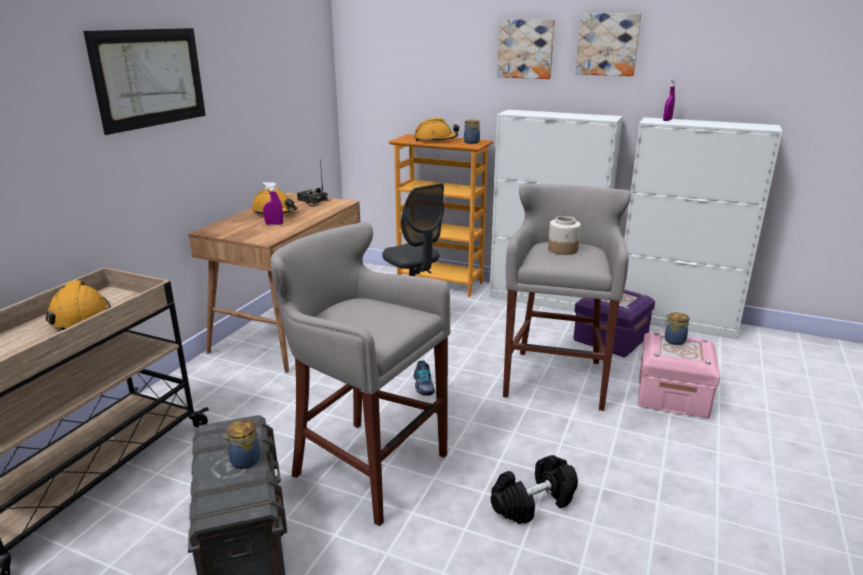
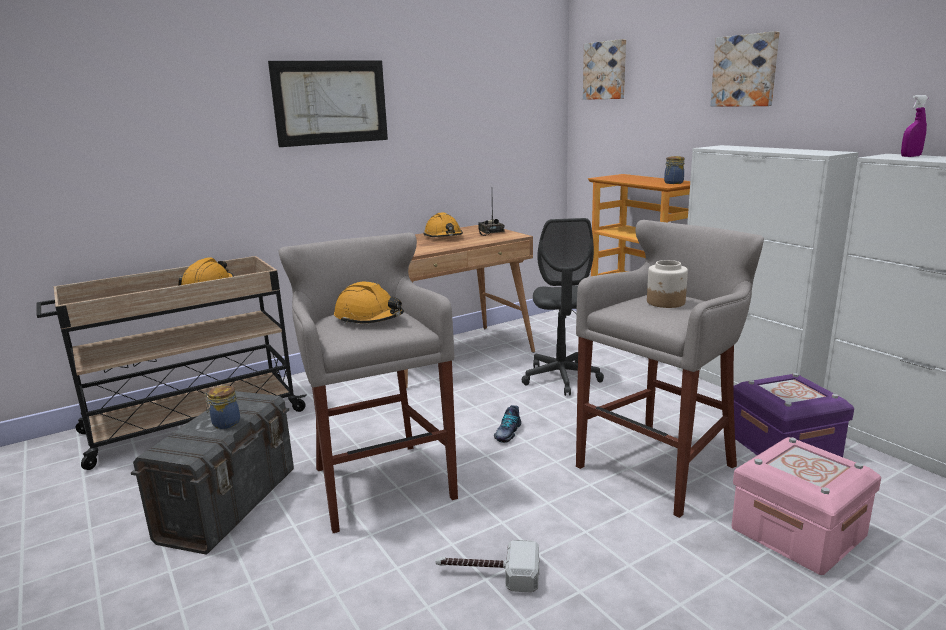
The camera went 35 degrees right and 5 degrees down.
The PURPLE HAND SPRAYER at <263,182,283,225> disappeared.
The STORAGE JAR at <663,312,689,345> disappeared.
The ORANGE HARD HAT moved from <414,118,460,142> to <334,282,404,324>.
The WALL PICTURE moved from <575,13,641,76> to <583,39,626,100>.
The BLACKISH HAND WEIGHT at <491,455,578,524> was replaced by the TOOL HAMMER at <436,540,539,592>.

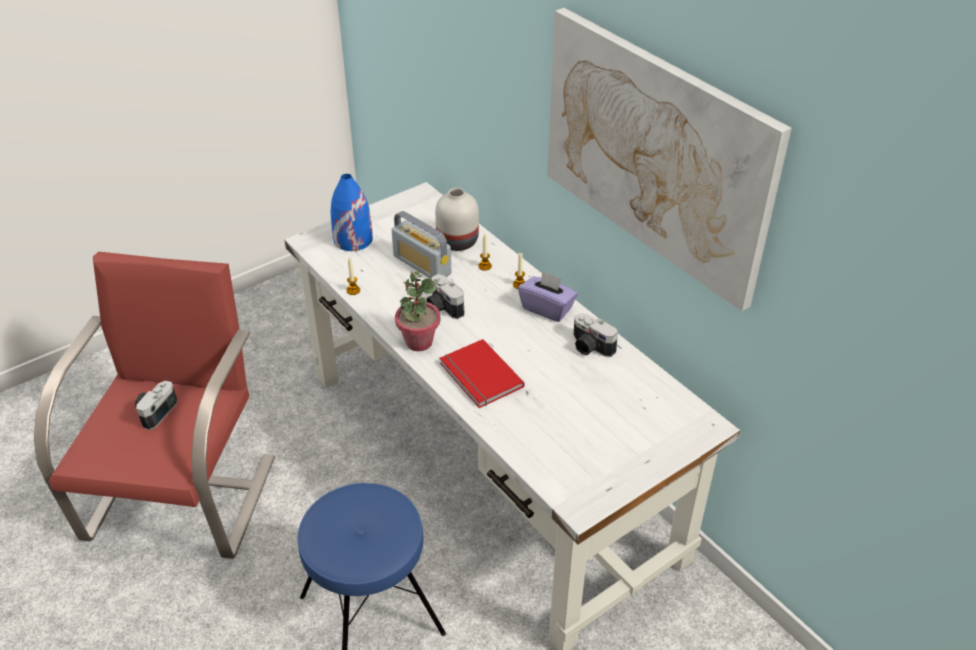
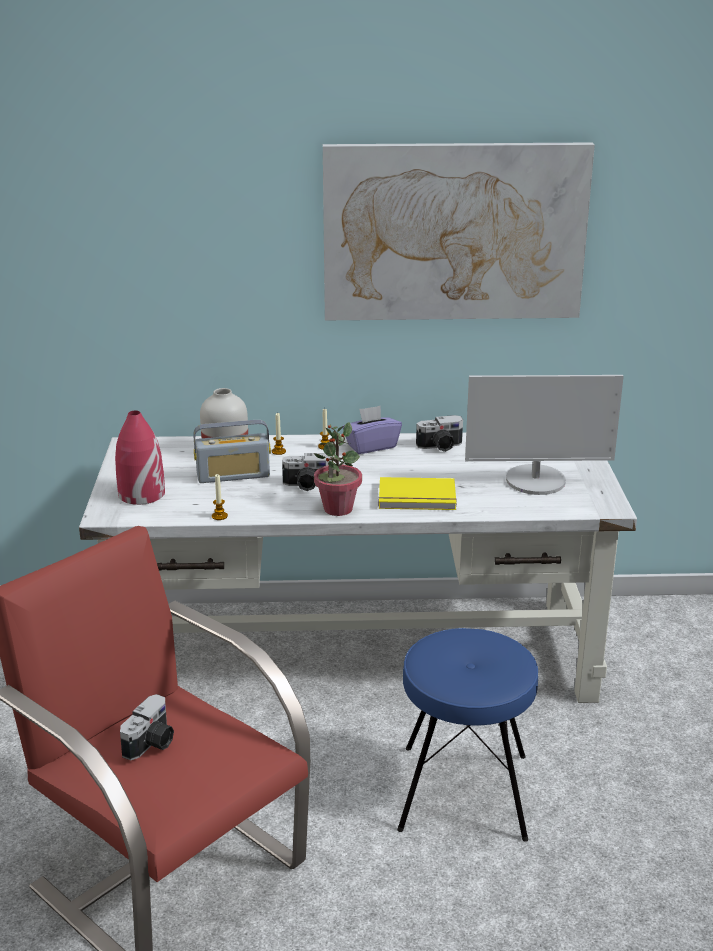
The camera went 55 degrees left and 15 degrees down.
The MONITOR at <465,375,624,495> appeared.
The BLUISH FLOWER VASE at <331,174,373,251> became the RED-COLOURED FLOWER VASE at <115,410,165,505>.
The RED-COLOURED BOUND BOOK at <440,339,524,408> became the YELLOW-COLOURED BOUND BOOK at <379,477,457,510>.
The STILL CAMERA at <135,380,177,430> turned 120 degrees counterclockwise.

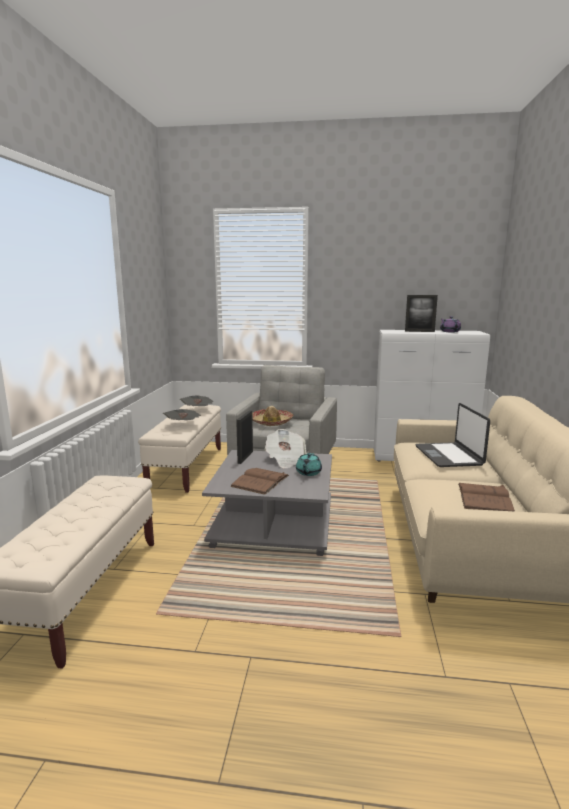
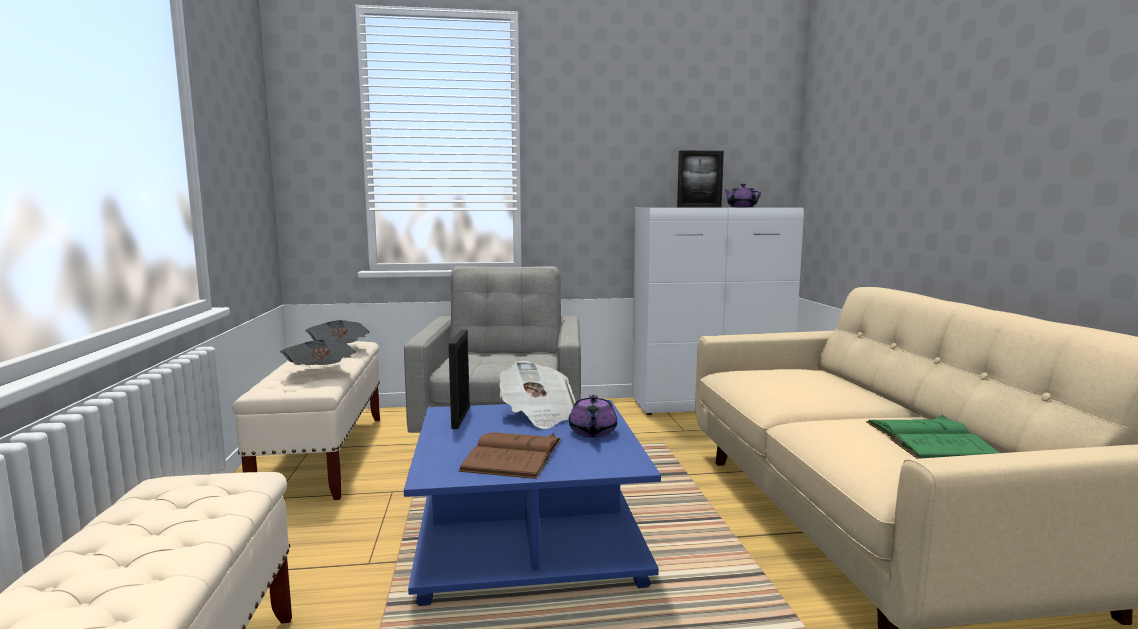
The camera went 15 degrees left and 5 degrees down.
The HAT at <252,406,293,426> disappeared.
The PORTABLE COMPUTER at <415,403,490,467> disappeared.
The GRAY LOW TABLE at <202,450,332,556> became the BLUISH LOW TABLE at <404,400,661,606>.
The TURQUOISE POT FOR TEA at <296,453,322,476> became the PURPLE POT FOR TEA at <569,395,617,437>.
The BROWN BOUND BOOK at <458,483,515,511> became the GREEN-COLOURED BOUND BOOK at <866,415,999,459>.

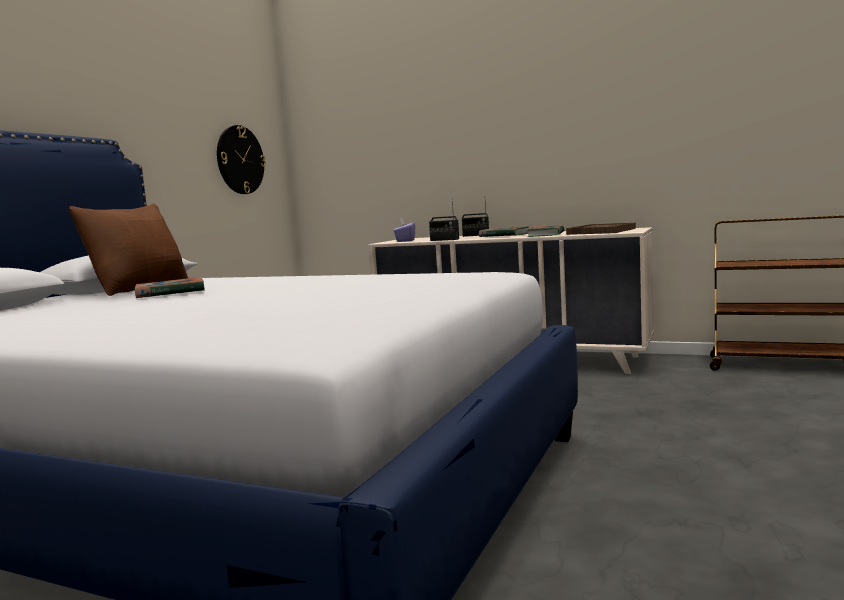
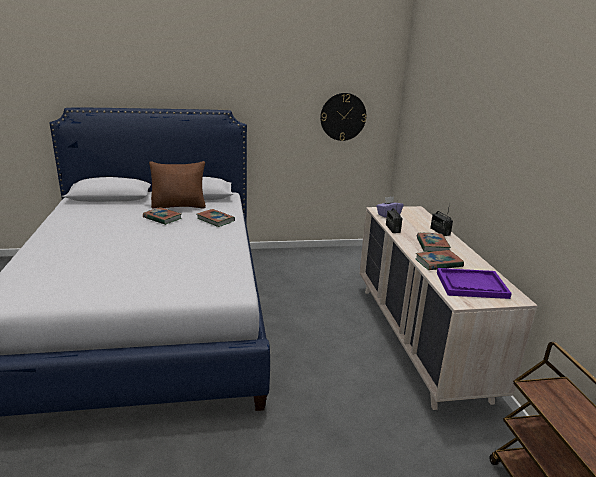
The camera went 55 degrees right and 15 degrees up.
The BOUND BOOK at <197,209,235,227> appeared.
The BROWN CARRYING TRAY at <566,223,636,235> became the PURPLE CARRYING TRAY at <437,268,512,299>.

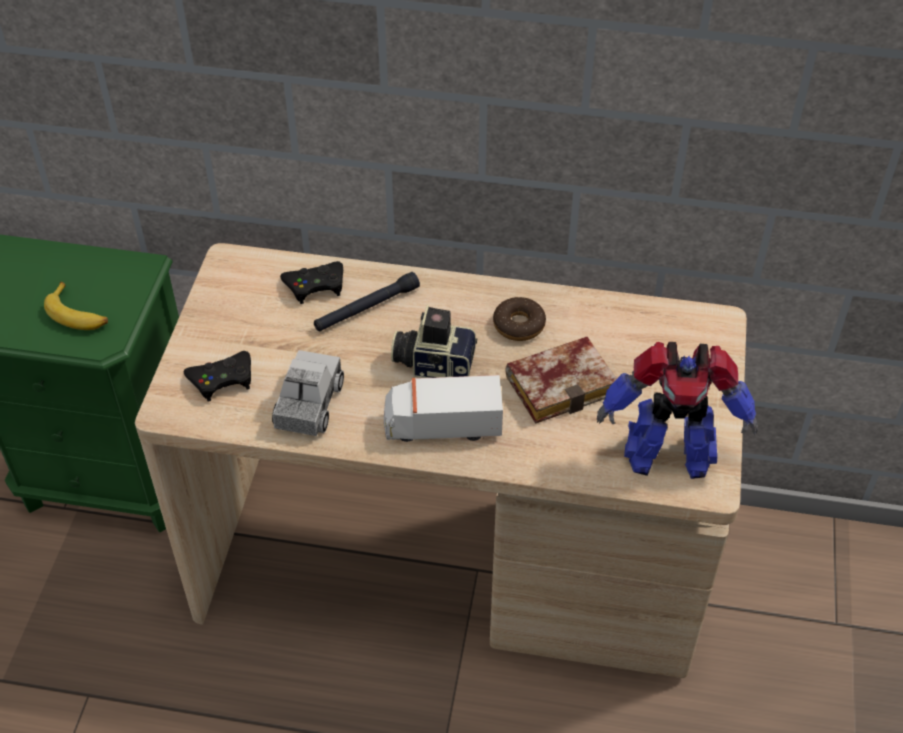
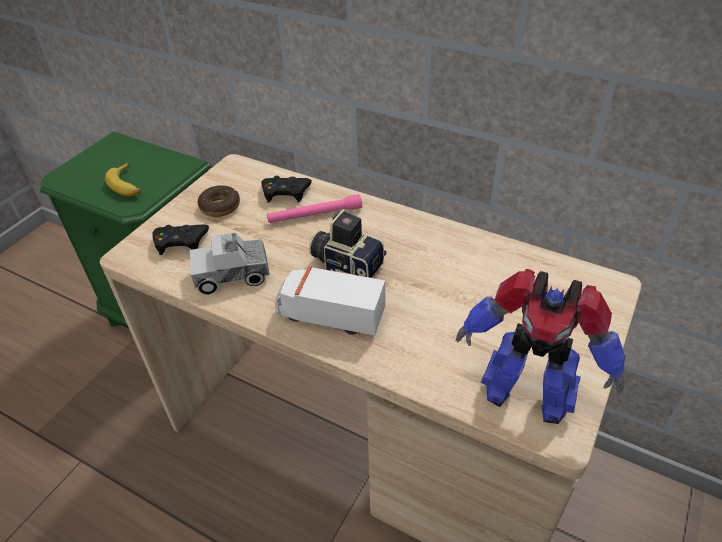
The camera went 20 degrees right and 5 degrees down.
The BOUND BOOK at <505,337,617,424> disappeared.
The DOUGHNUT moved from <493,297,546,341> to <198,185,240,217>.
The BLACKISH TORCH at <314,272,420,331> became the PINKISH TORCH at <267,194,362,223>.
The TOY TRUCK at <272,350,344,436> turned 135 degrees counterclockwise.

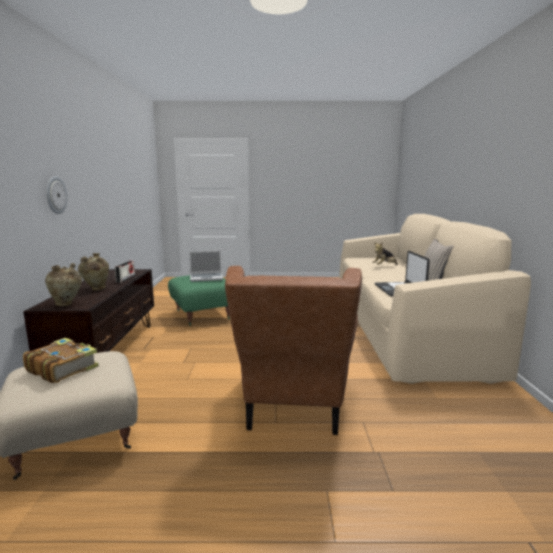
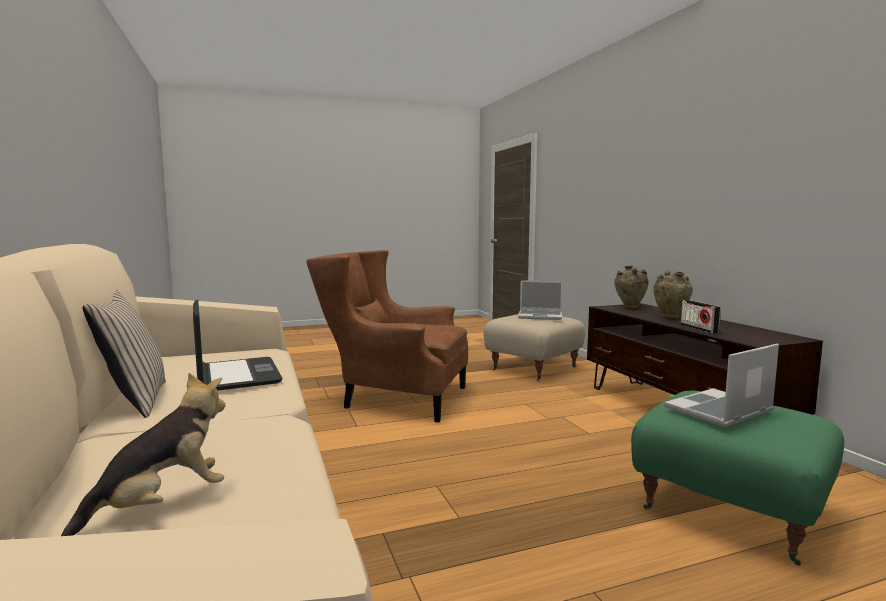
The camera went 160 degrees right and 5 degrees down.
The WALL CLOCK at <46,176,67,214> disappeared.
The BOUND BOOK at <23,338,99,383> was replaced by the PORTABLE COMPUTER at <518,280,563,320>.
The BROWN LOUNGE CHAIR at <225,266,362,435> turned 60 degrees counterclockwise.

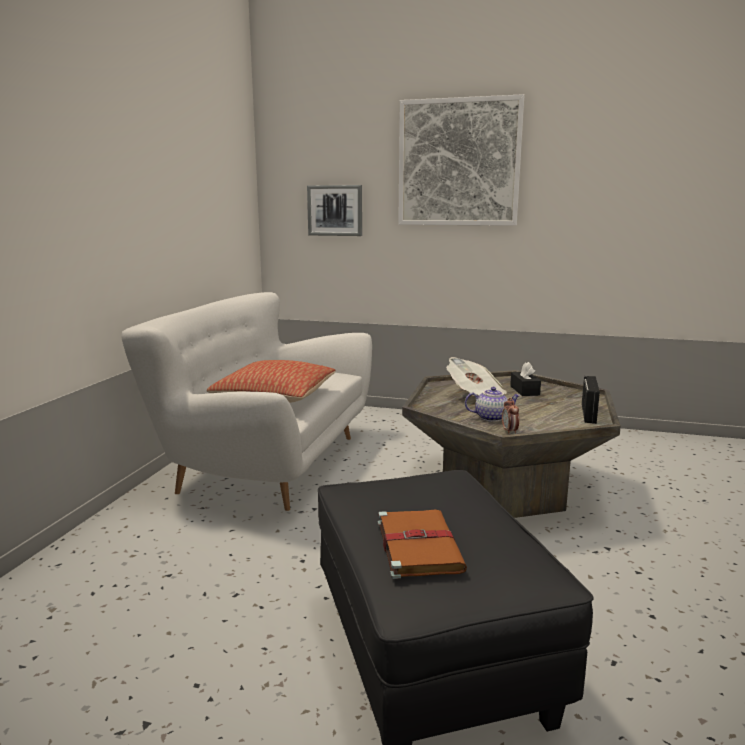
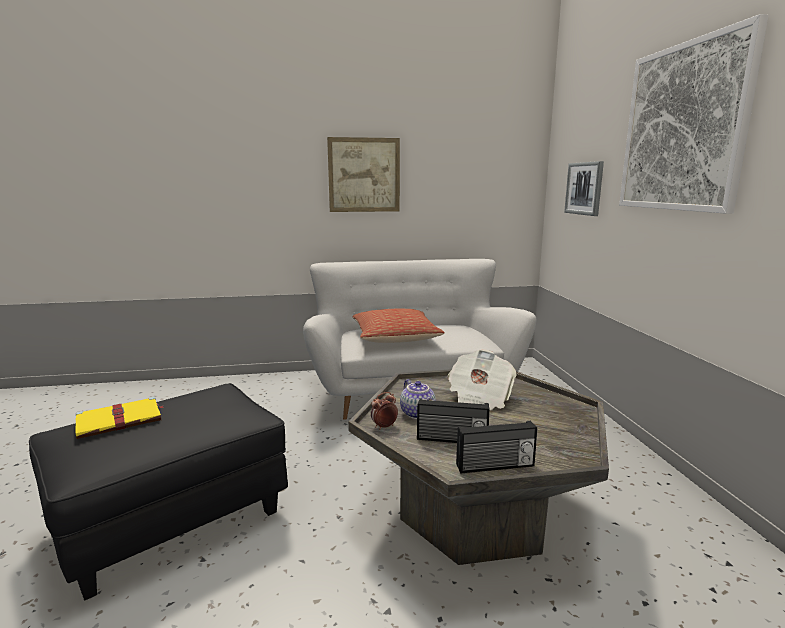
The camera went 65 degrees right and 0 degrees up.
The BLACKISH TISSUE BOX at <510,362,541,396> disappeared.
The WALL PICTURE at <327,137,400,212> appeared.
The RADIO at <417,398,490,443> appeared.
The BROWN BOUND BOOK at <378,509,467,579> became the YELLOW-COLOURED BOUND BOOK at <75,397,164,439>.

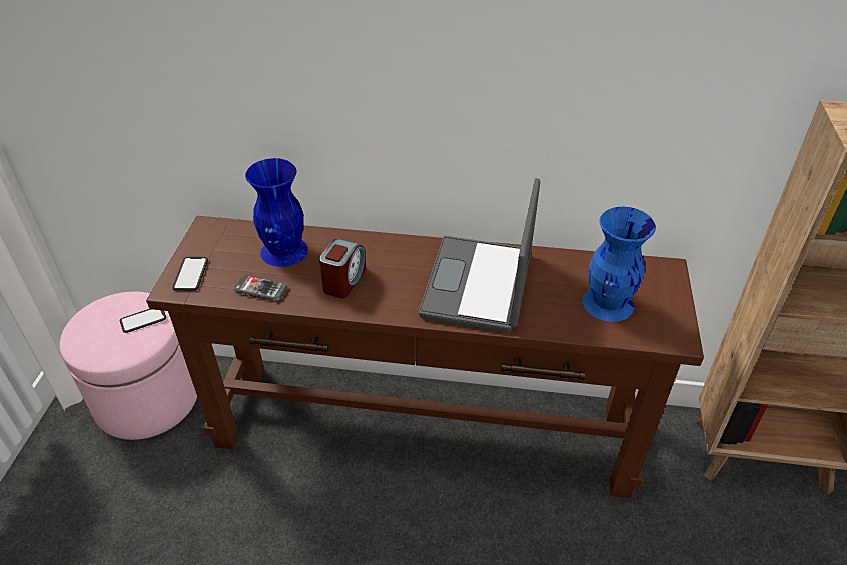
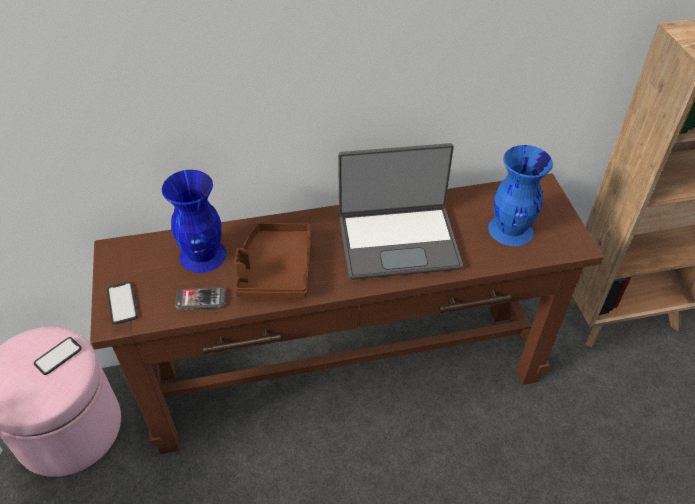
The camera went 20 degrees left and 5 degrees up.
The BEDSIDE CLOCK at <319,239,366,298> was replaced by the BROWN CARRYING TRAY at <234,223,311,298>.
The PORTABLE COMPUTER at <419,178,540,333> turned 90 degrees counterclockwise.

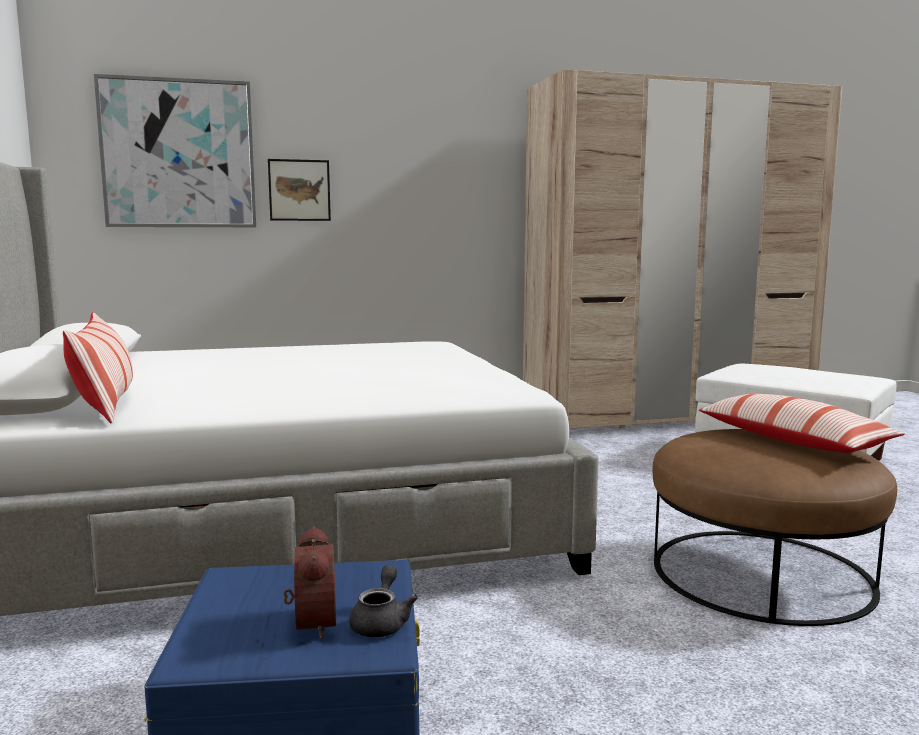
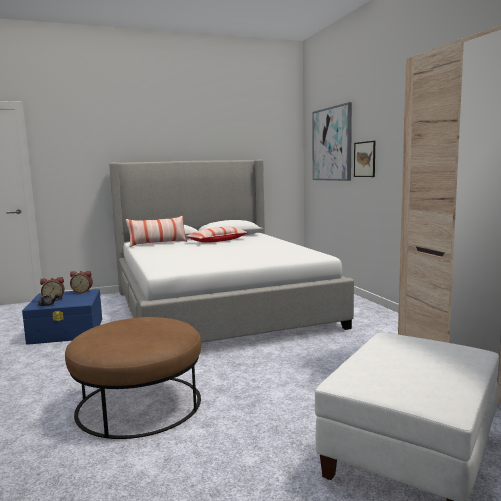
The camera went 85 degrees right and 0 degrees up.
The BEDSIDE CLOCK at <70,271,93,293> appeared.
The PILLOW moved from <699,394,905,453> to <186,227,249,243>.

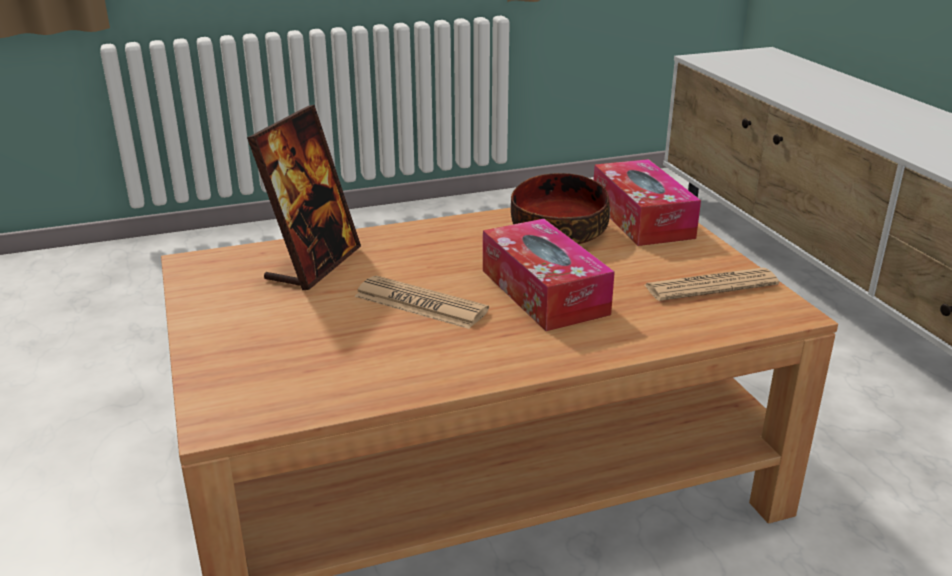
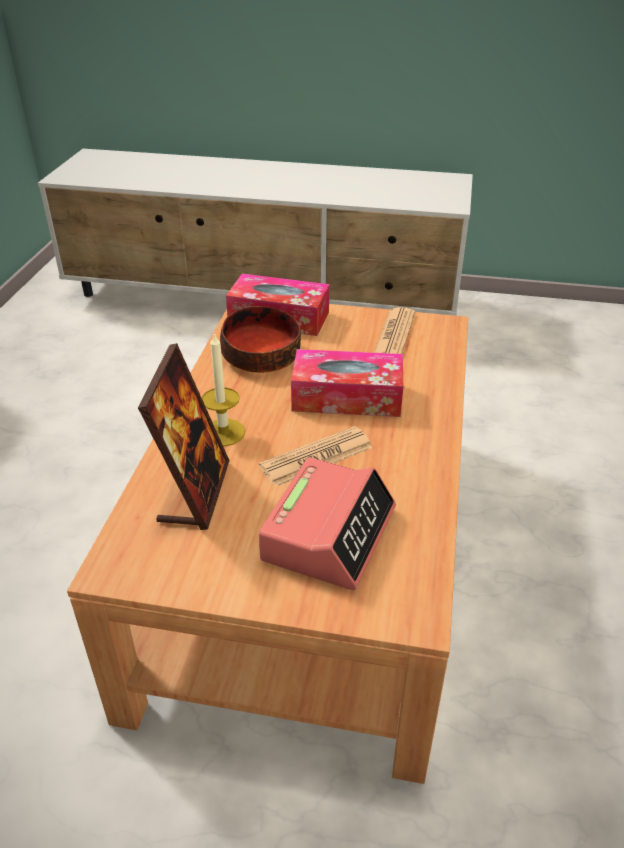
The camera went 60 degrees left and 10 degrees up.
The CANDLE at <202,332,245,446> appeared.
The BEDSIDE CLOCK at <259,457,396,590> appeared.
The PHOTO FRAME at <247,105,361,290> turned 45 degrees clockwise.

